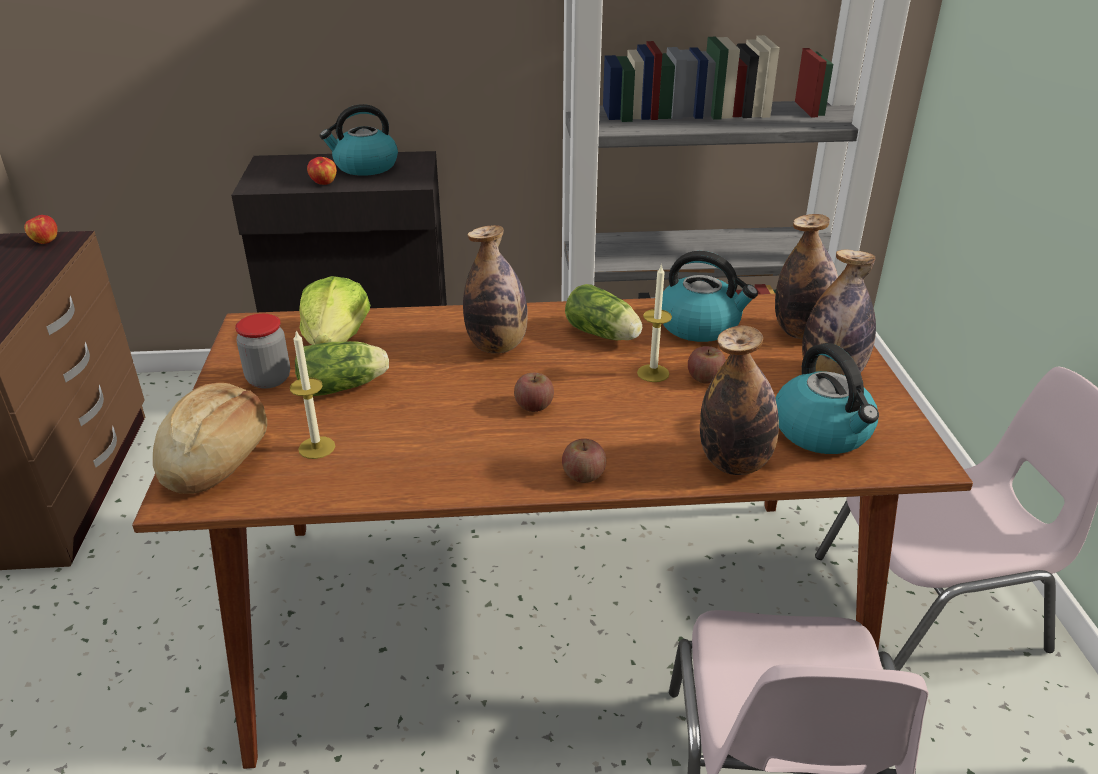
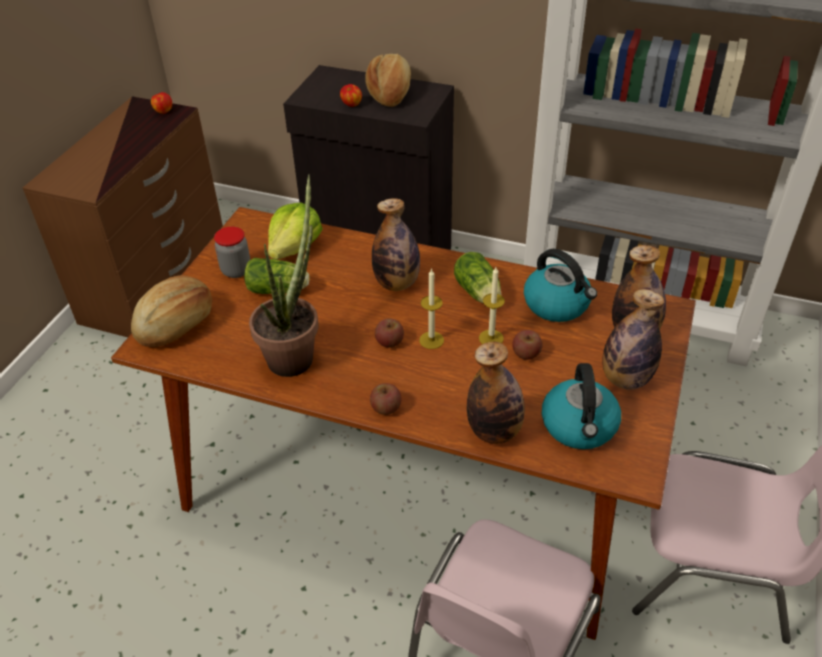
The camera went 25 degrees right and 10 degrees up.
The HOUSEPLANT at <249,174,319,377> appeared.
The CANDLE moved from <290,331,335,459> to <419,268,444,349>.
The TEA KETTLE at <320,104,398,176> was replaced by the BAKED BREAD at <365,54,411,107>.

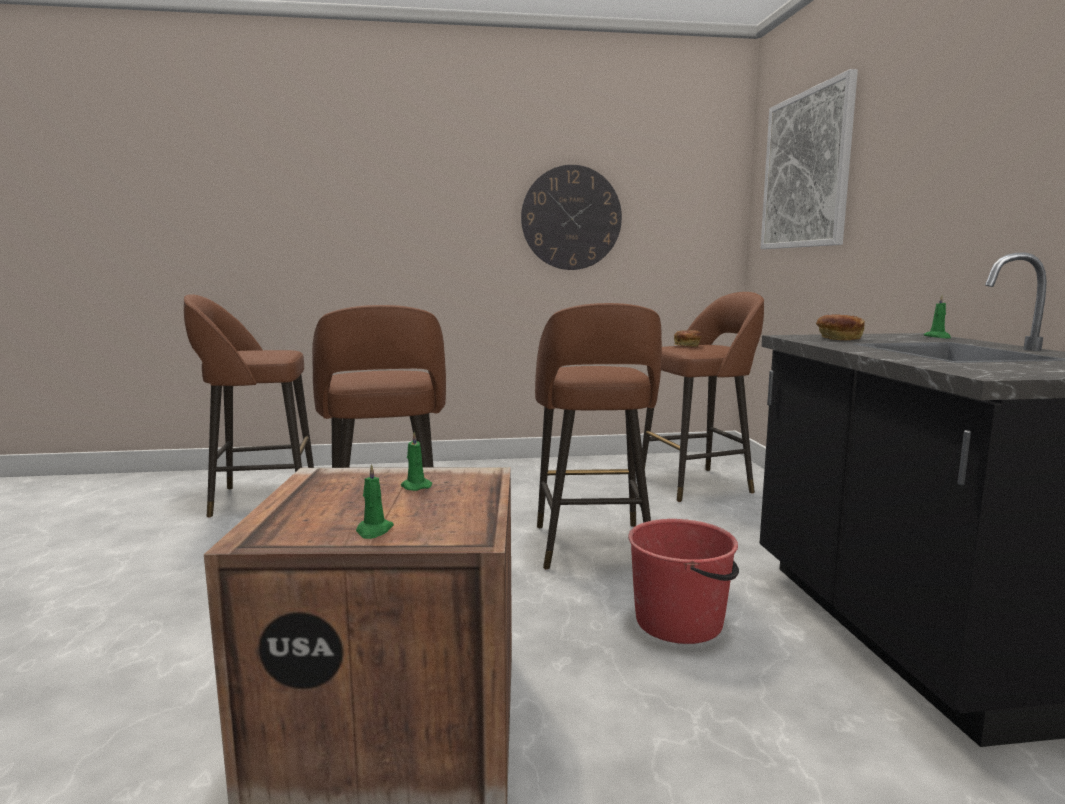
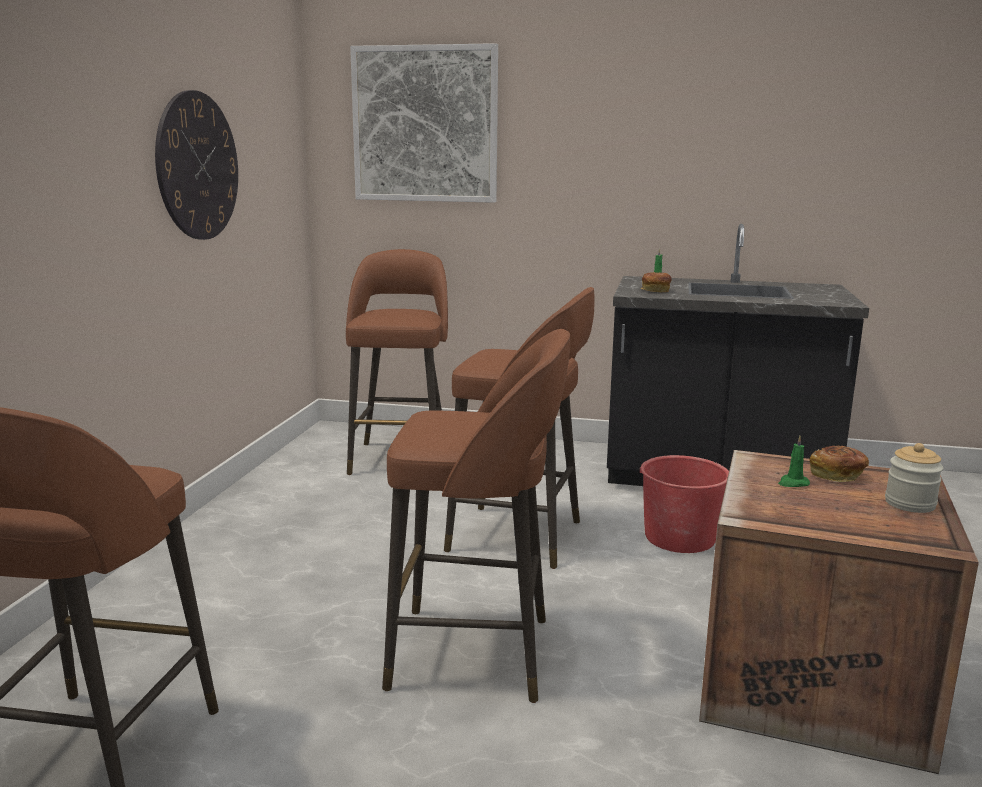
The camera went 70 degrees left and 5 degrees up.
The BAKED BREAD moved from <674,330,702,347> to <809,446,869,482>.
The GREEN-COLOURED CANDLE at <356,464,394,539> was replaced by the STORAGE JAR at <885,443,943,513>.

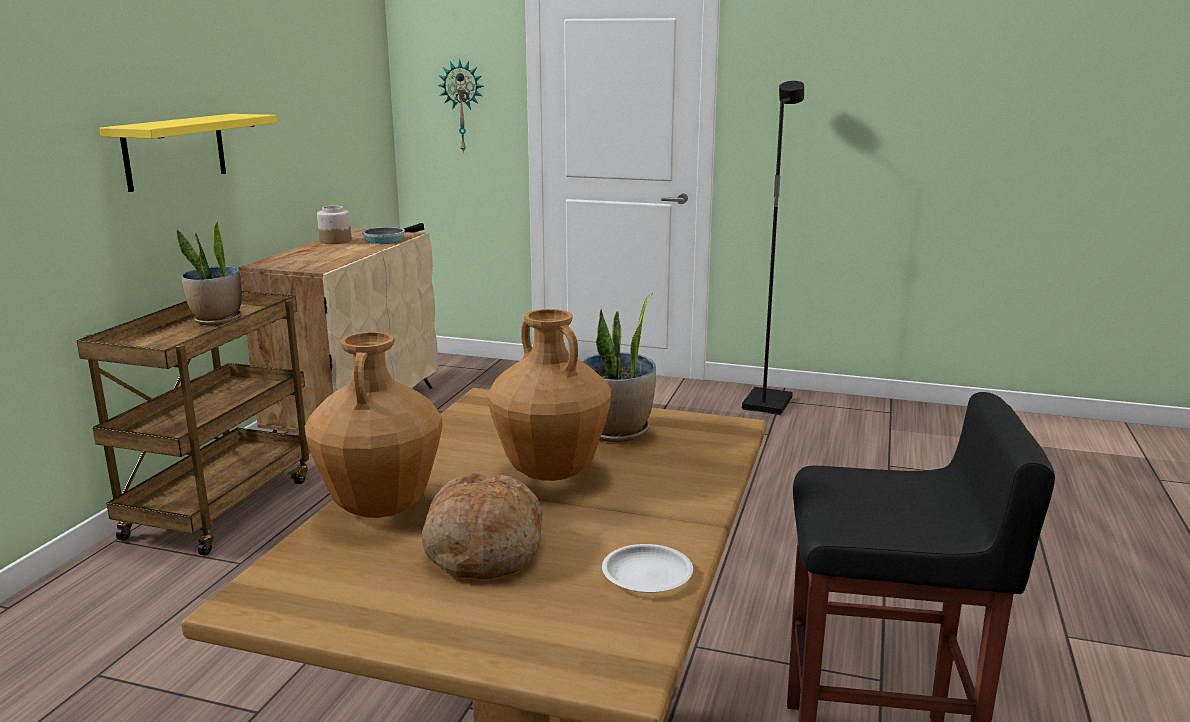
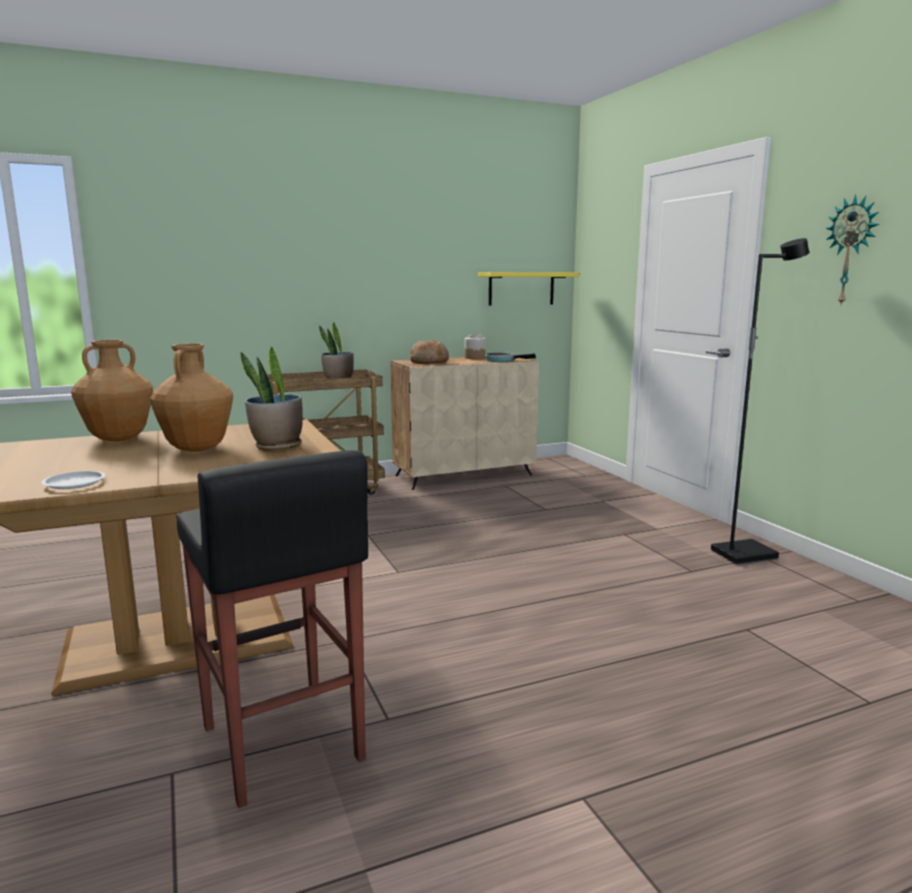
The camera went 50 degrees right and 5 degrees down.
The YELLOW-COLOURED BRACKET SHELF moved from <99,114,277,192> to <478,272,579,306>.
The BAKED BREAD moved from <422,472,543,580> to <410,340,449,364>.
The WALL CLOCK moved from <437,59,484,154> to <825,194,879,307>.

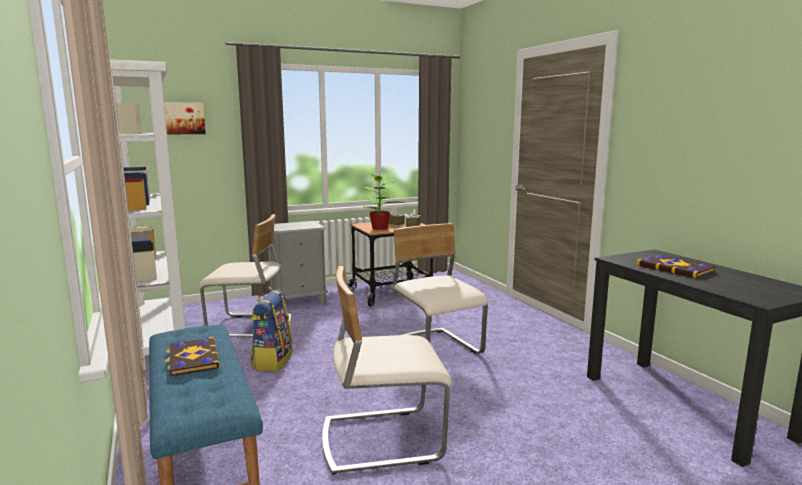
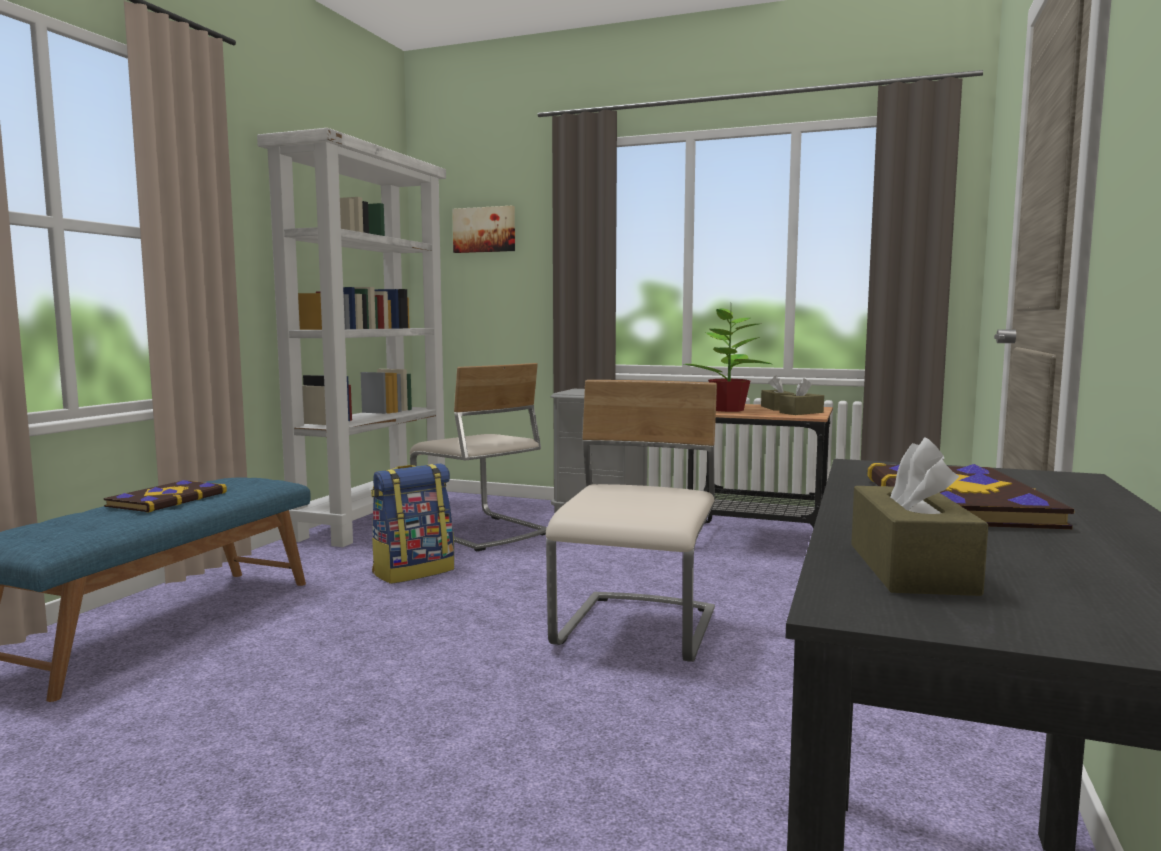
The camera went 45 degrees right and 5 degrees down.
The BEIGE-COLOURED UPRIGHT CHAIR at <322,266,452,475> disappeared.
The BROWN TISSUE BOX at <851,437,988,596> appeared.

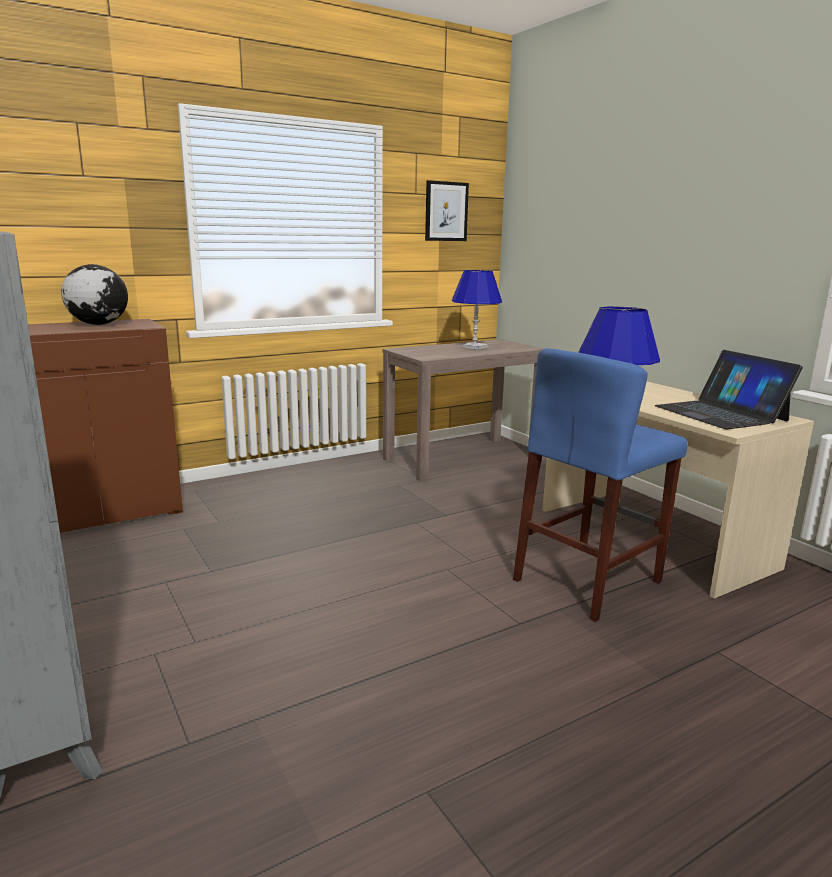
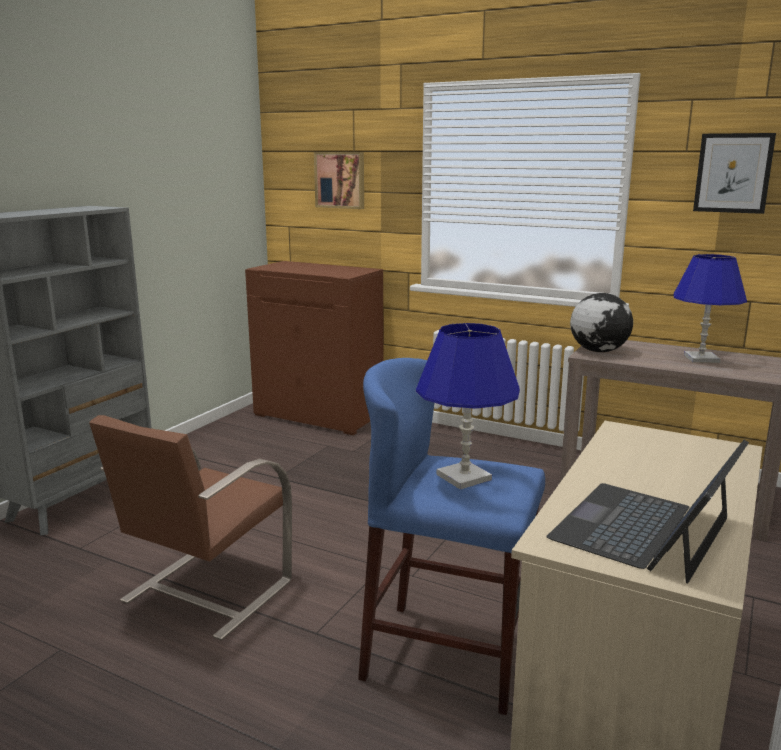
The camera went 60 degrees right and 0 degrees up.
The BROWN UPRIGHT CHAIR at <89,415,292,640> appeared.
The WALL PICTURE at <314,152,364,209> appeared.
The WORLD GLOBE moved from <61,264,128,325> to <570,293,633,352>.

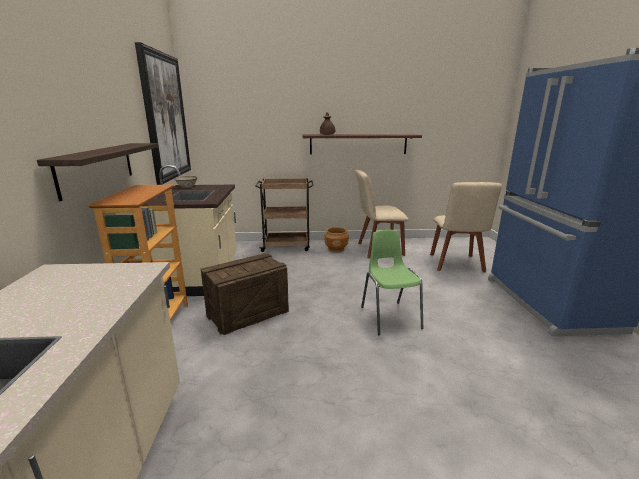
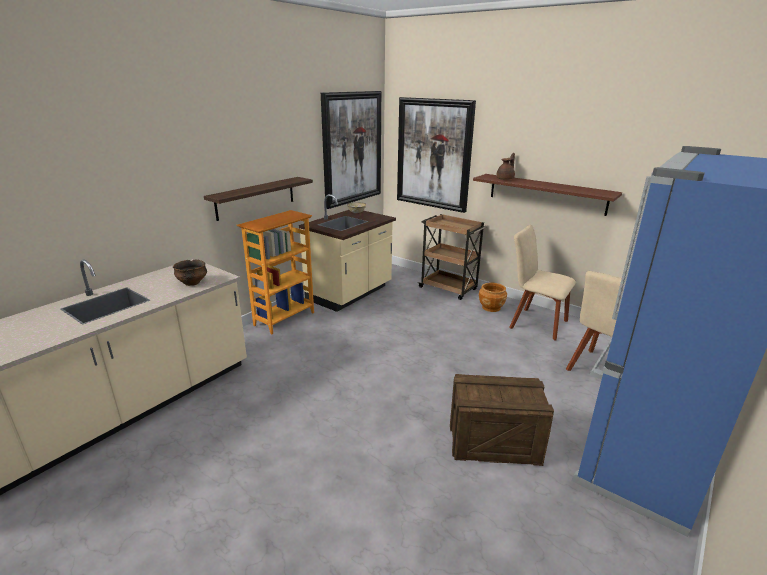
The camera went 40 degrees right and 5 degrees up.
The GREEN-COLOURED UPRIGHT CHAIR at <361,230,423,335> disappeared.
The SERVING BOWL at <173,259,207,286> appeared.
The WALL PICTURE at <397,97,476,213> appeared.
The PACKING CRATE moved from <201,253,289,335> to <450,374,554,466>.

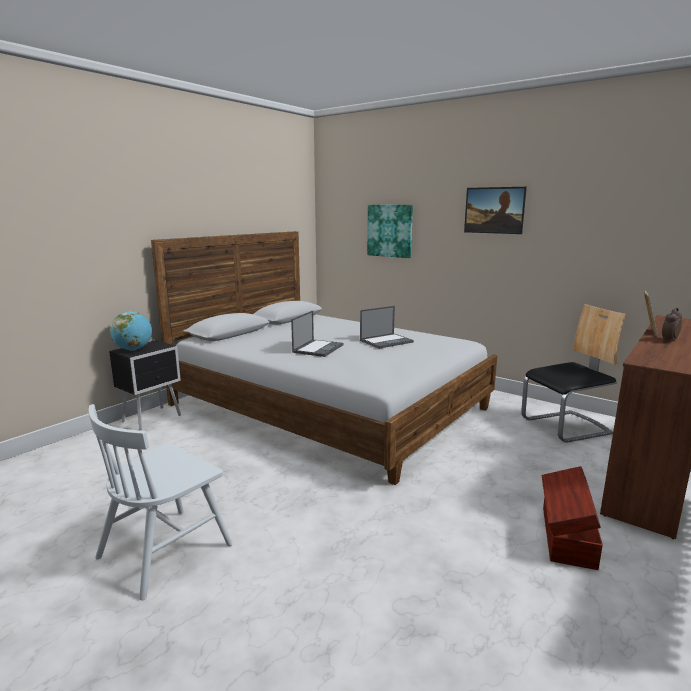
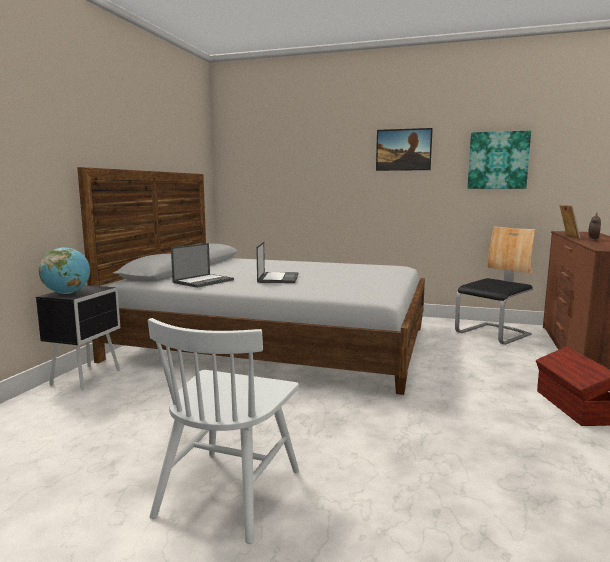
The camera went 20 degrees left and 5 degrees down.
The PORTABLE COMPUTER moved from <360,306,414,349> to <171,243,234,288>.
The WALL PICTURE moved from <367,205,413,258> to <467,130,531,189>.

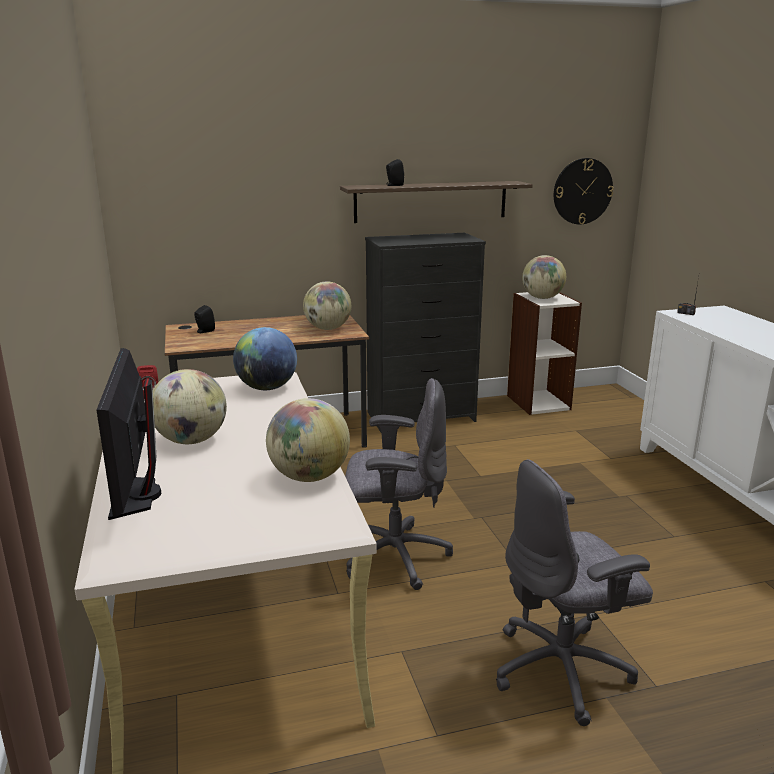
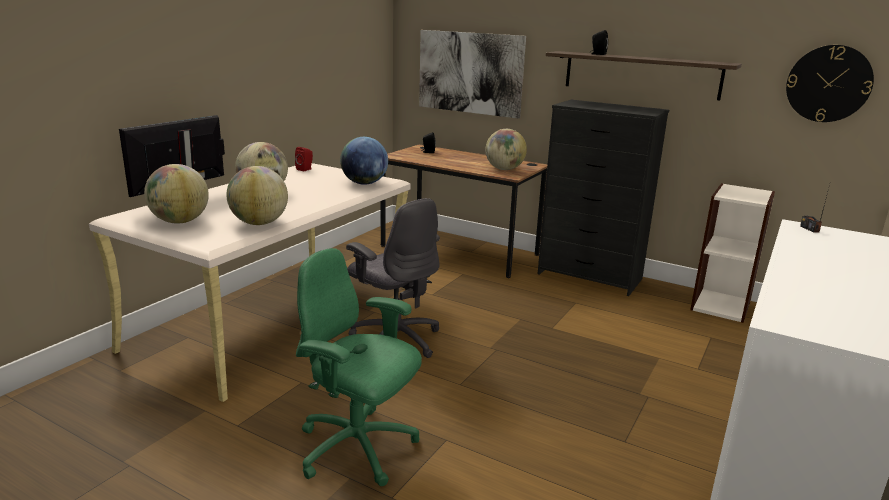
The camera went 45 degrees right and 0 degrees up.
The WALL PICTURE at <419,30,526,119> appeared.
The WORLD GLOBE moved from <522,255,566,299> to <144,164,209,224>.
The GRAY COMPUTER CHAIR at <496,459,653,726> became the GREEN-COLOURED COMPUTER CHAIR at <296,248,422,486>.

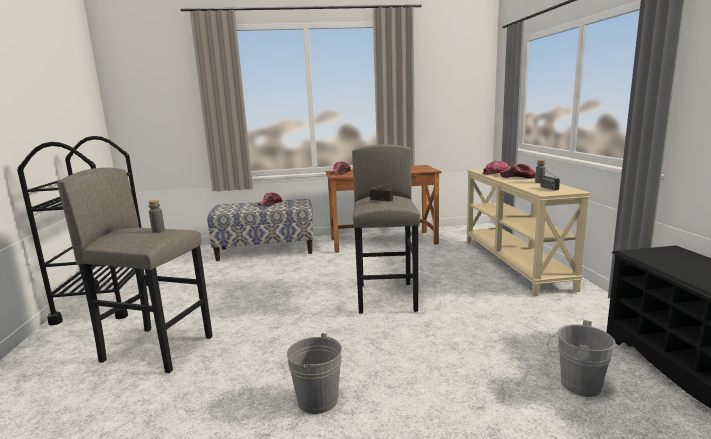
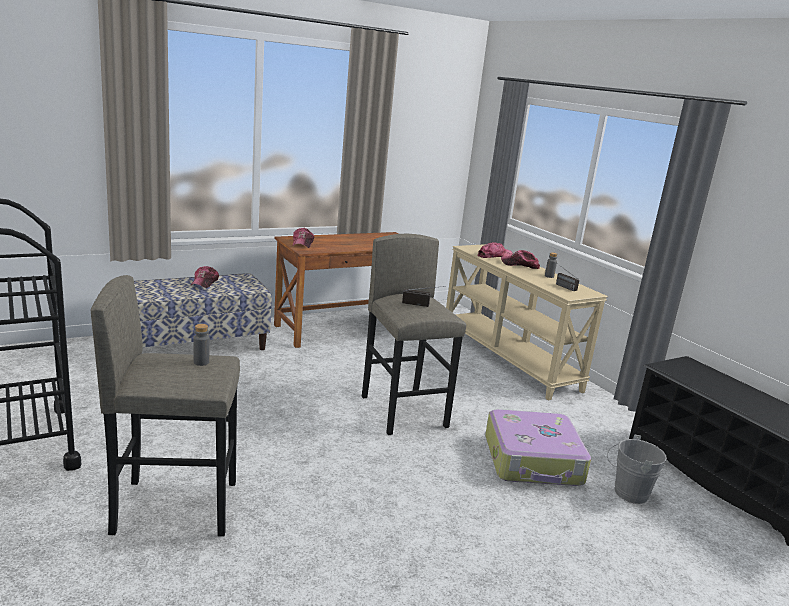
The camera went 25 degrees left and 5 degrees up.
The GRAY BUCKET at <287,333,342,414> disappeared.
The PIECE OF LUGGAGE at <485,409,591,486> appeared.

